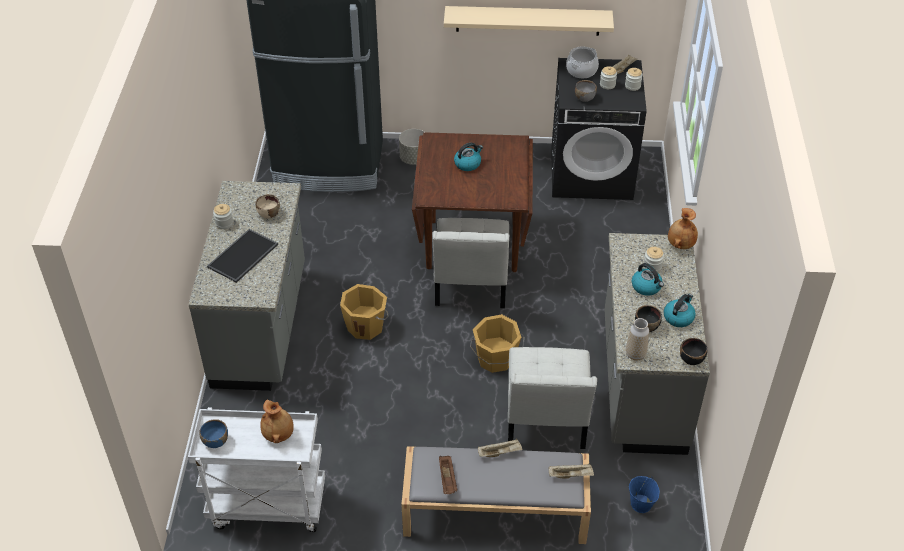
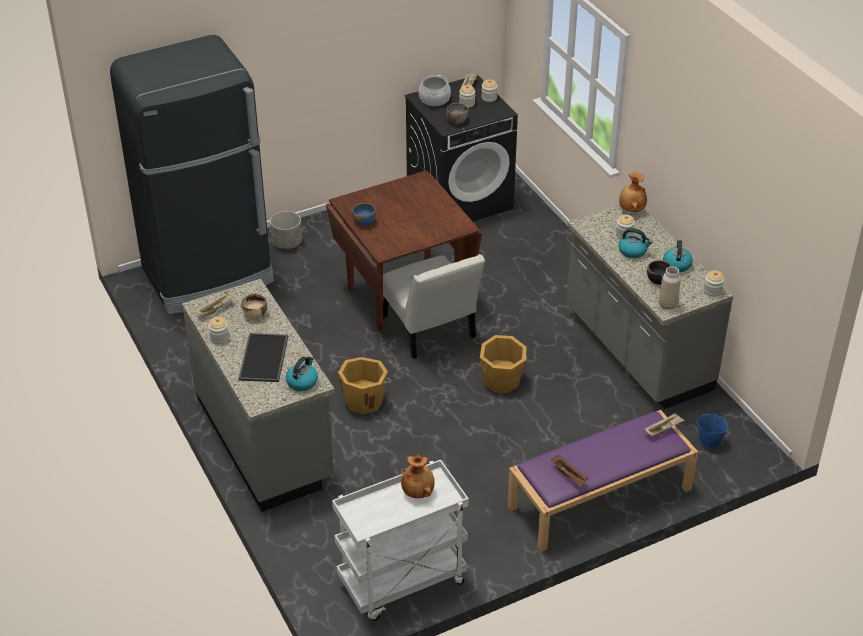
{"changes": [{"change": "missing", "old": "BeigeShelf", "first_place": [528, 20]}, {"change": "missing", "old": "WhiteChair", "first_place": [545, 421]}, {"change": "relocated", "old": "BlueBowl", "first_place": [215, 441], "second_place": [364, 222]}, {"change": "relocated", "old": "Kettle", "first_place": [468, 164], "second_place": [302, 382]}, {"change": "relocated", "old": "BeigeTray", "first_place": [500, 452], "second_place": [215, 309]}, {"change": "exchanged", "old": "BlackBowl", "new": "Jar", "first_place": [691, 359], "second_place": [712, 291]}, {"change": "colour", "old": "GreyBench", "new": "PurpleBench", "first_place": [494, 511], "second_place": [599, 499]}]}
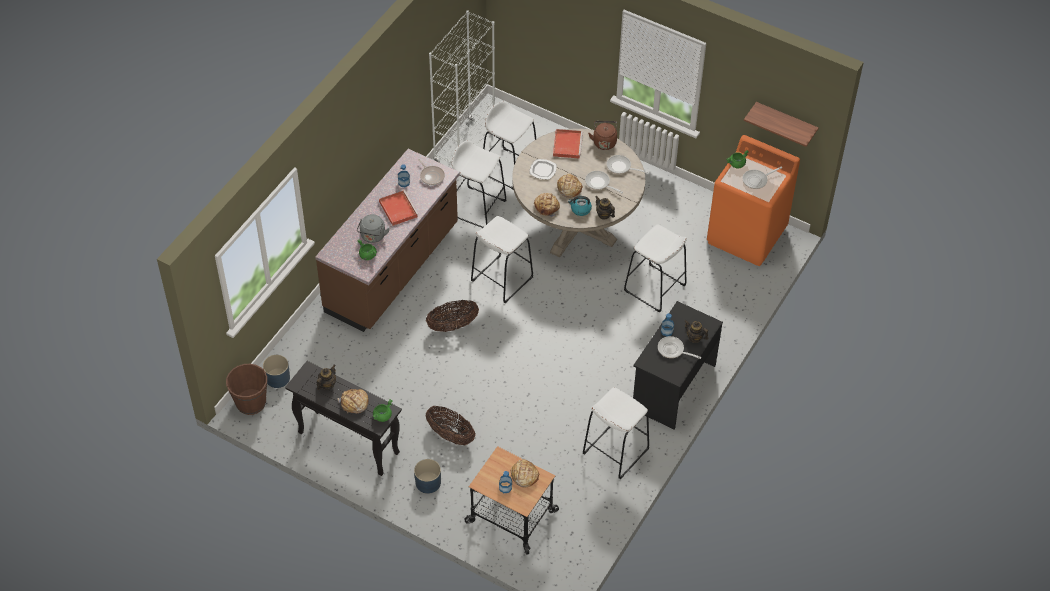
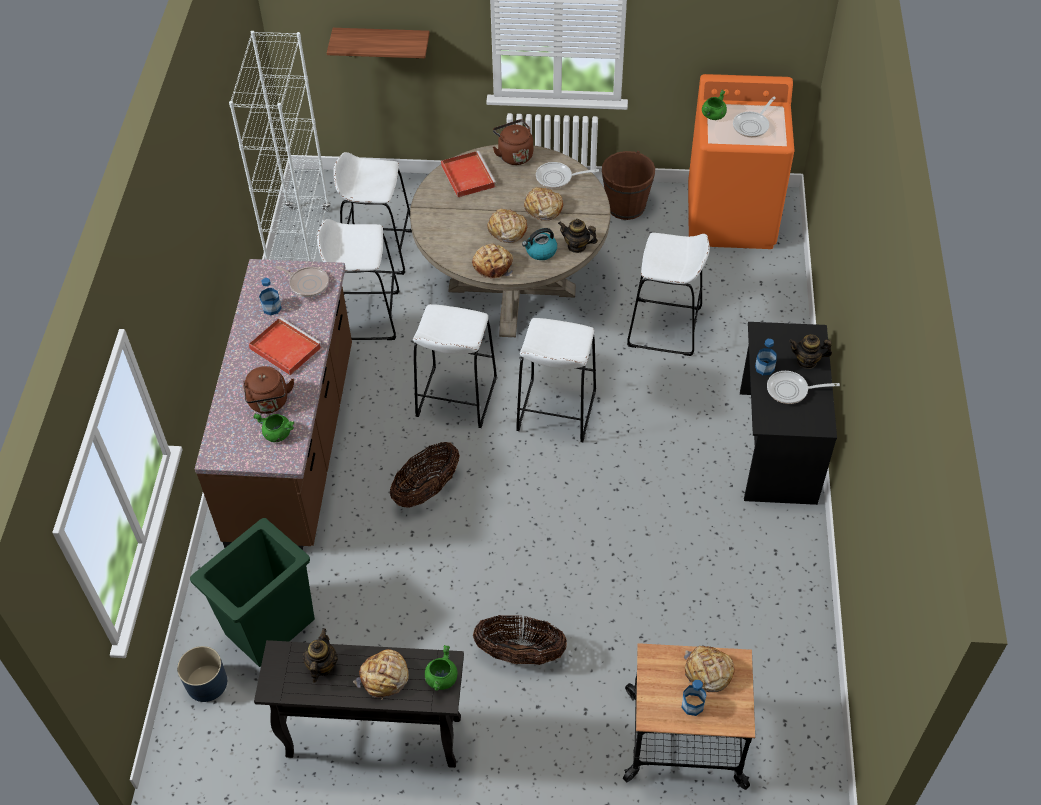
{"changes": [{"change": "missing", "old": "BluePlanter", "first_place": [428, 482]}, {"change": "missing", "old": "Plate", "first_place": [543, 170]}, {"change": "appeared", "new": "GreenTrashCan", "second_place": [268, 627]}, {"change": "relocated", "old": "BrownBucket", "first_place": [251, 402], "second_place": [626, 206]}, {"change": "relocated", "old": "WhiteStool", "first_place": [615, 451], "second_place": [556, 411]}, {"change": "relocated", "old": "Shelf", "first_place": [785, 122], "second_place": [382, 42]}, {"change": "exchanged", "old": "FryingPan", "new": "Bread", "first_place": [599, 183], "second_place": [543, 209]}, {"change": "colour", "old": "GreyKettle", "new": "BrownKettle", "first_place": [372, 237], "second_place": [269, 403]}]}
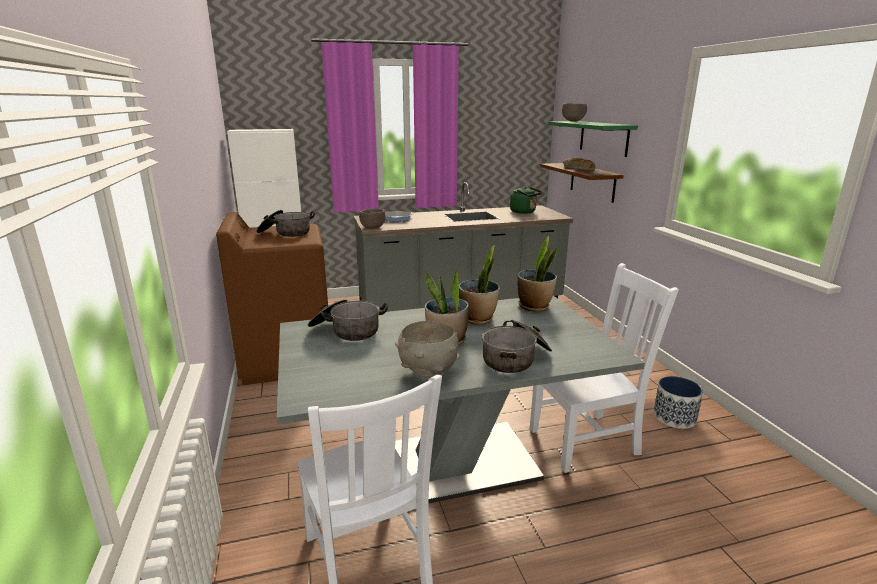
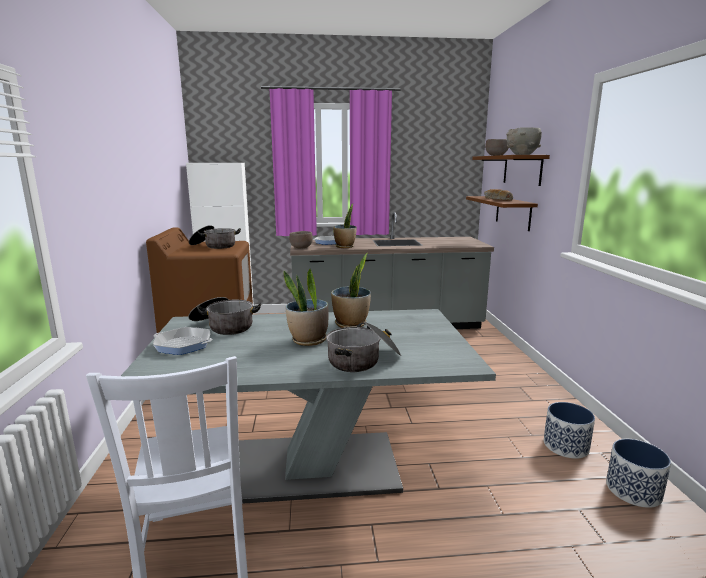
{"changes": [{"change": "missing", "old": "GreenKettle", "first_place": [524, 212]}, {"change": "missing", "old": "WhiteChair", "first_place": [587, 441]}, {"change": "appeared", "new": "FryingPan", "second_place": [183, 345]}, {"change": "appeared", "new": "Planter", "second_place": [633, 491]}, {"change": "relocated", "old": "GreyBowl", "first_place": [428, 372], "second_place": [522, 154]}, {"change": "relocated", "old": "PottedPlant", "first_place": [534, 306], "second_place": [345, 247]}, {"change": "colour", "old": "GreenShelf", "new": "BrownShelf", "first_place": [603, 138], "second_place": [522, 170]}]}
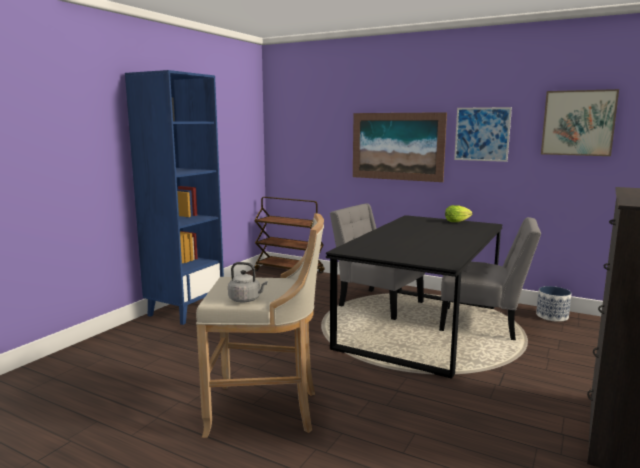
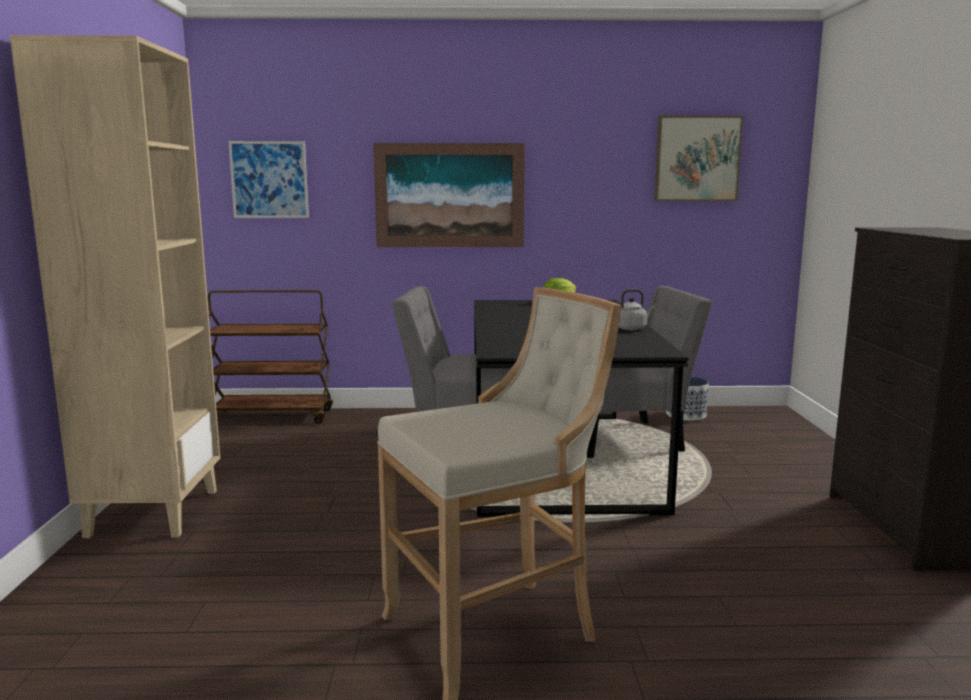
{"changes": [{"change": "relocated", "old": "GreyKettle", "first_place": [246, 300], "second_place": [632, 328]}, {"change": "relocated", "old": "Picture", "first_place": [482, 134], "second_place": [269, 179]}, {"change": "colour", "old": "BlueBookcase", "new": "BeigeBookcase", "first_place": [185, 310], "second_place": [153, 512]}]}
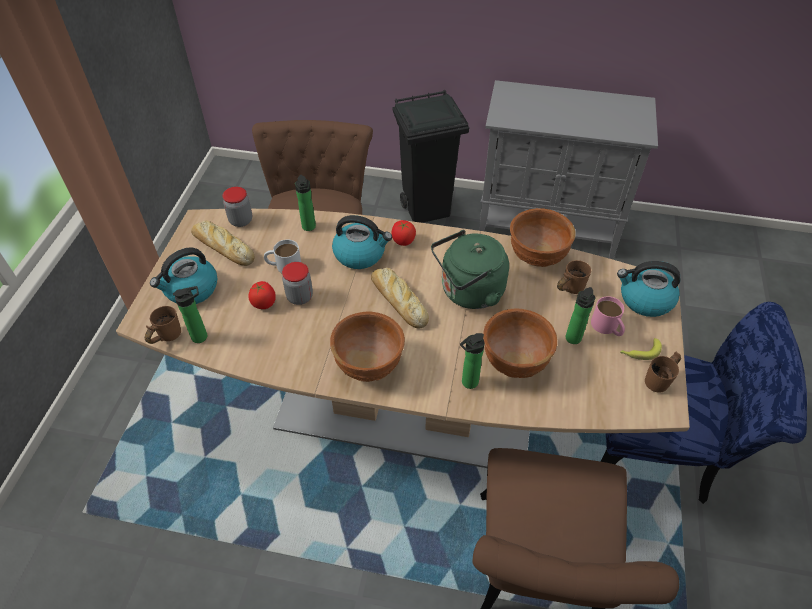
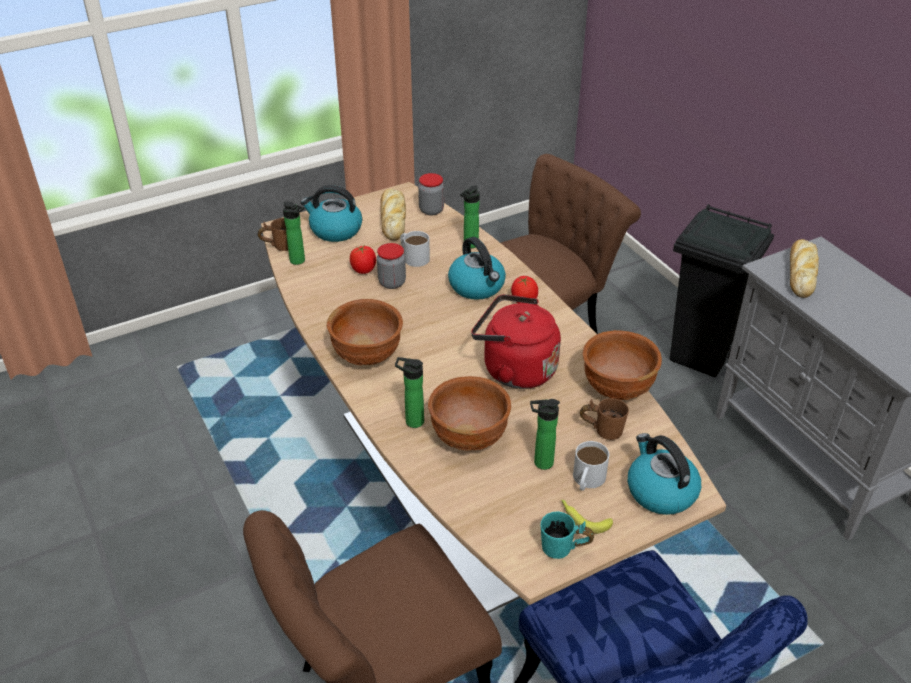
{"changes": [{"change": "relocated", "old": "Bread", "first_place": [398, 300], "second_place": [801, 272]}, {"change": "colour", "old": "GreenKettle", "new": "RedKettle", "first_place": [468, 292], "second_place": [514, 369]}, {"change": "colour", "old": "PinkMug", "new": "WhiteMug", "first_place": [607, 327], "second_place": [587, 480]}, {"change": "colour", "old": "BrownMug", "new": "TurquoiseMug", "first_place": [661, 382], "second_place": [563, 552]}]}
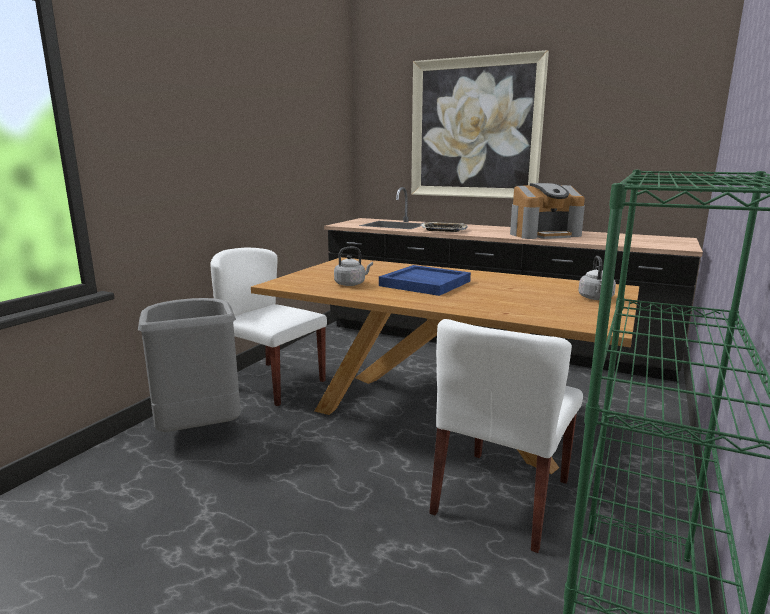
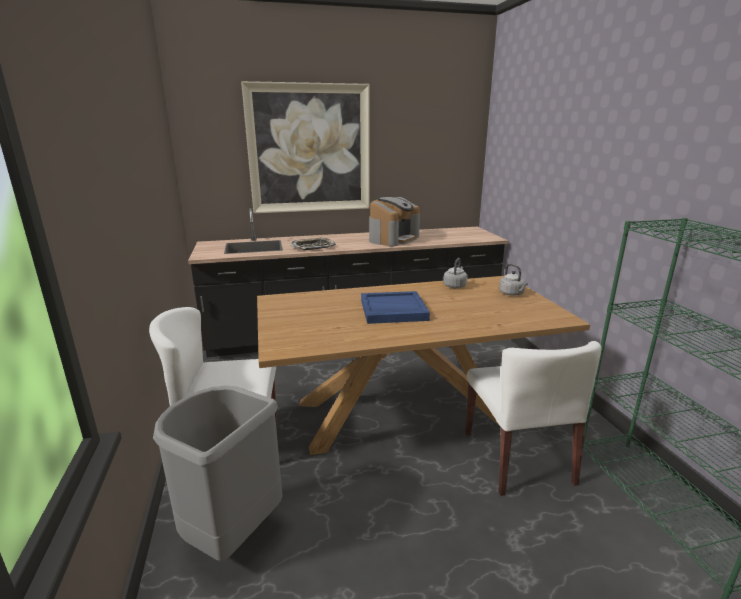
{"changes": [{"change": "relocated", "old": "GreyKettle", "first_place": [351, 284], "second_place": [455, 286]}]}
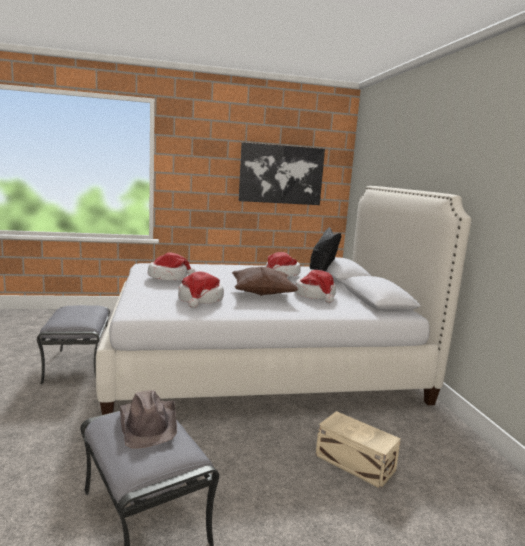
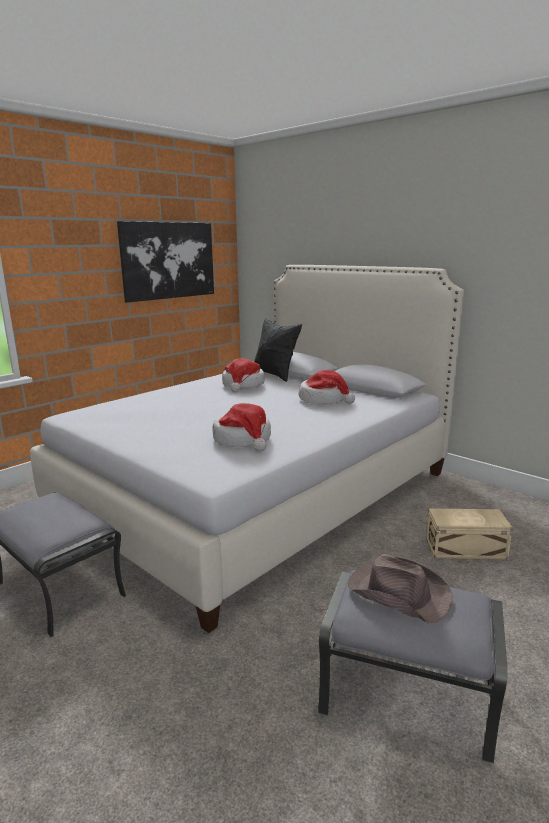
{"changes": [{"change": "missing", "old": "Hat", "first_place": [169, 277]}, {"change": "missing", "old": "BrownPillow", "first_place": [262, 294]}]}
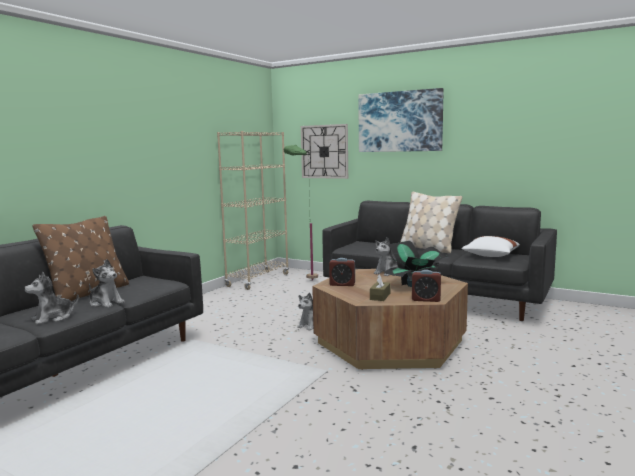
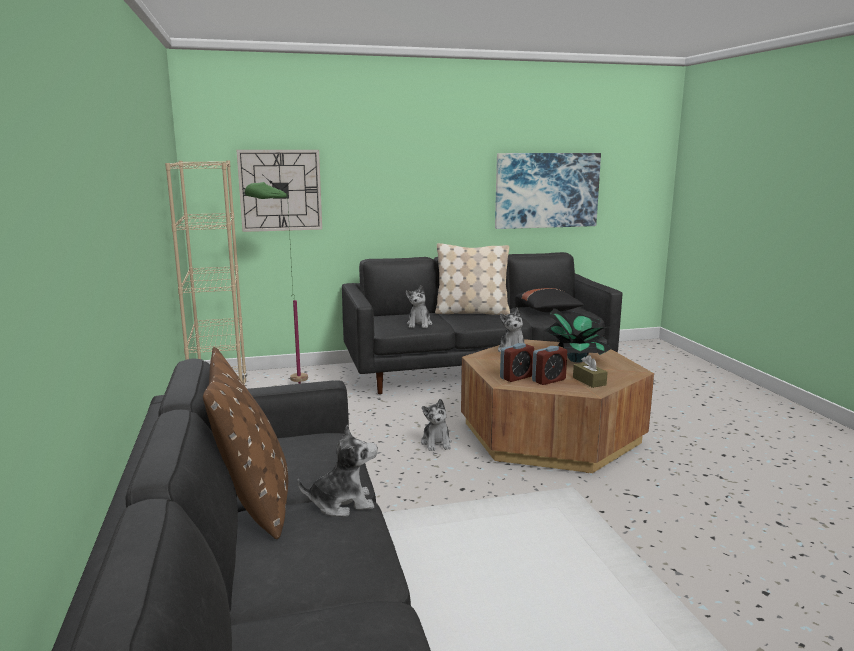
{"changes": [{"change": "relocated", "old": "PlushToy", "first_place": [53, 318], "second_place": [419, 324]}, {"change": "relocated", "old": "Picture", "first_place": [399, 121], "second_place": [547, 190]}, {"change": "relocated", "old": "AlarmClock", "first_place": [426, 299], "second_place": [548, 380]}, {"change": "colour", "old": "WhitePillow", "new": "BlackPillow", "first_place": [490, 256], "second_place": [548, 311]}]}
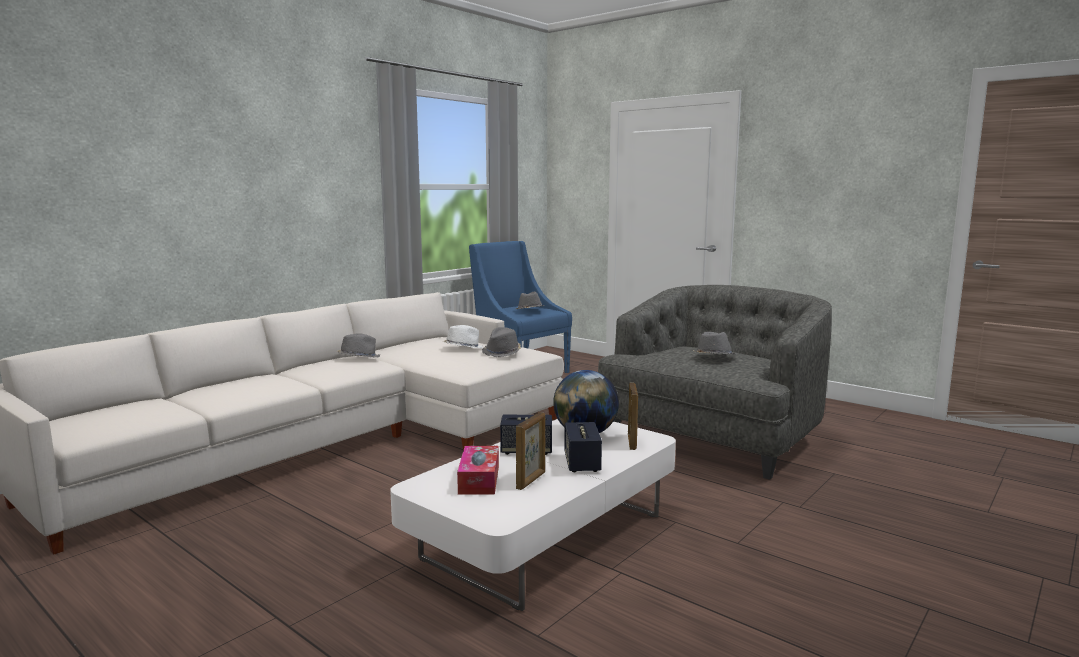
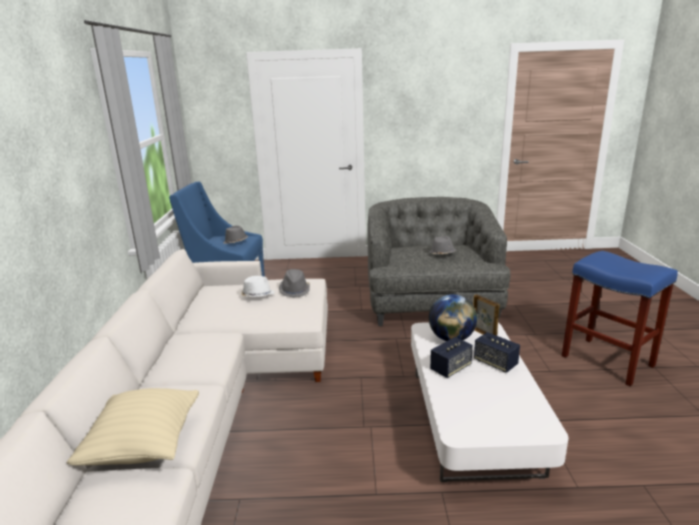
{"changes": [{"change": "missing", "old": "GreyHat", "first_place": [358, 358]}, {"change": "missing", "old": "TissueBox", "first_place": [479, 479]}, {"change": "missing", "old": "PictureFrame", "first_place": [531, 480]}, {"change": "appeared", "new": "BeigePillow", "second_place": [144, 446]}, {"change": "appeared", "new": "BlueStool", "second_place": [608, 361]}]}
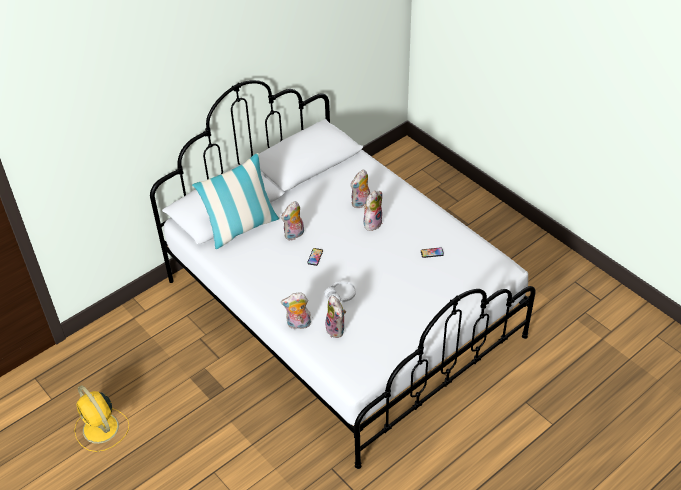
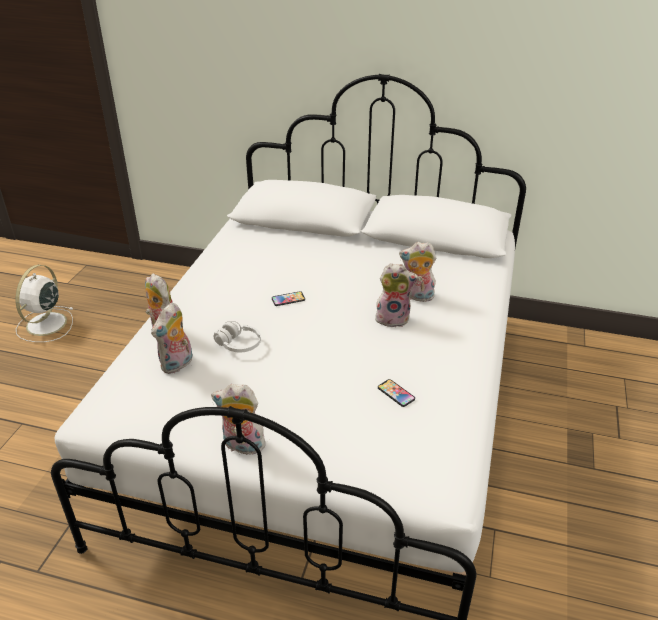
{"changes": [{"change": "missing", "old": "Pillow", "first_place": [241, 228]}, {"change": "relocated", "old": "PlushToy", "first_place": [294, 235], "second_place": [242, 446]}, {"change": "colour", "old": "YellowFan", "new": "WhiteFan", "first_place": [101, 429], "second_place": [45, 325]}]}
